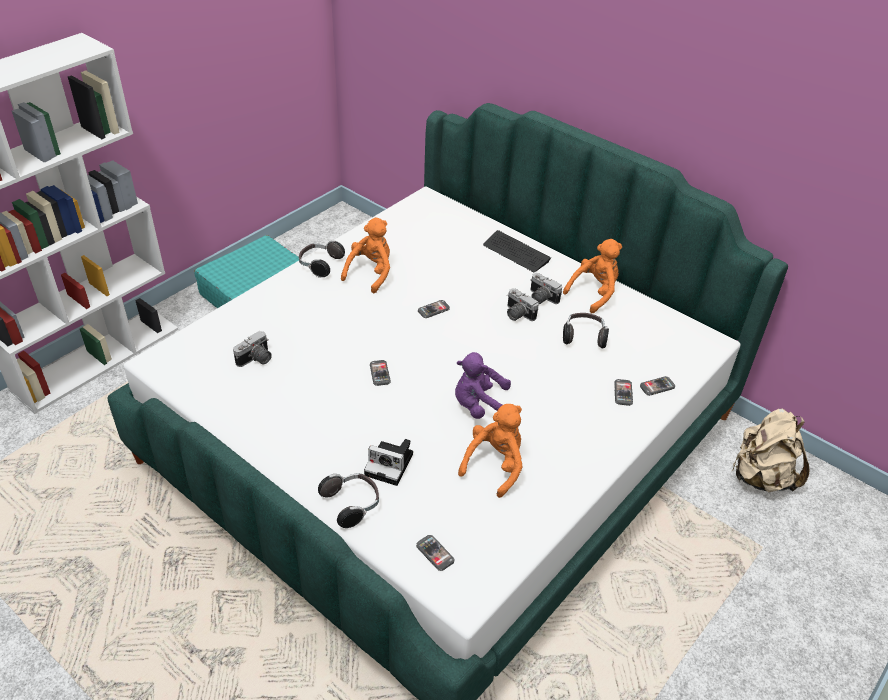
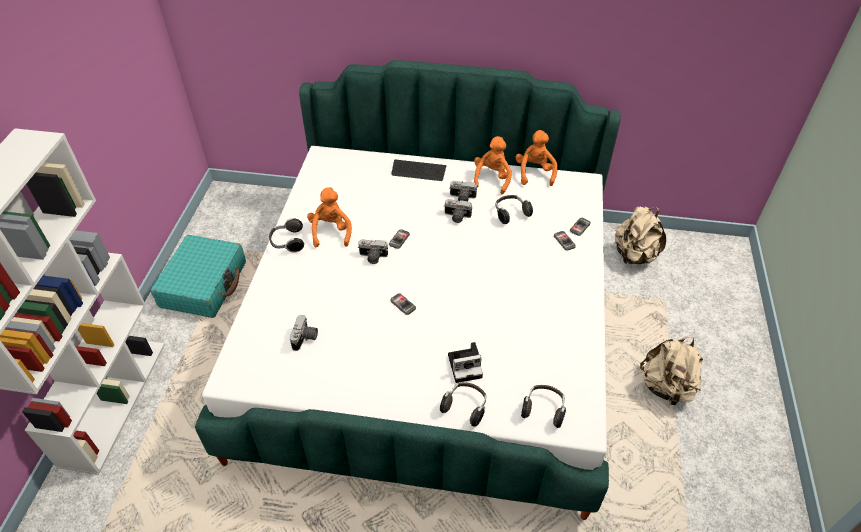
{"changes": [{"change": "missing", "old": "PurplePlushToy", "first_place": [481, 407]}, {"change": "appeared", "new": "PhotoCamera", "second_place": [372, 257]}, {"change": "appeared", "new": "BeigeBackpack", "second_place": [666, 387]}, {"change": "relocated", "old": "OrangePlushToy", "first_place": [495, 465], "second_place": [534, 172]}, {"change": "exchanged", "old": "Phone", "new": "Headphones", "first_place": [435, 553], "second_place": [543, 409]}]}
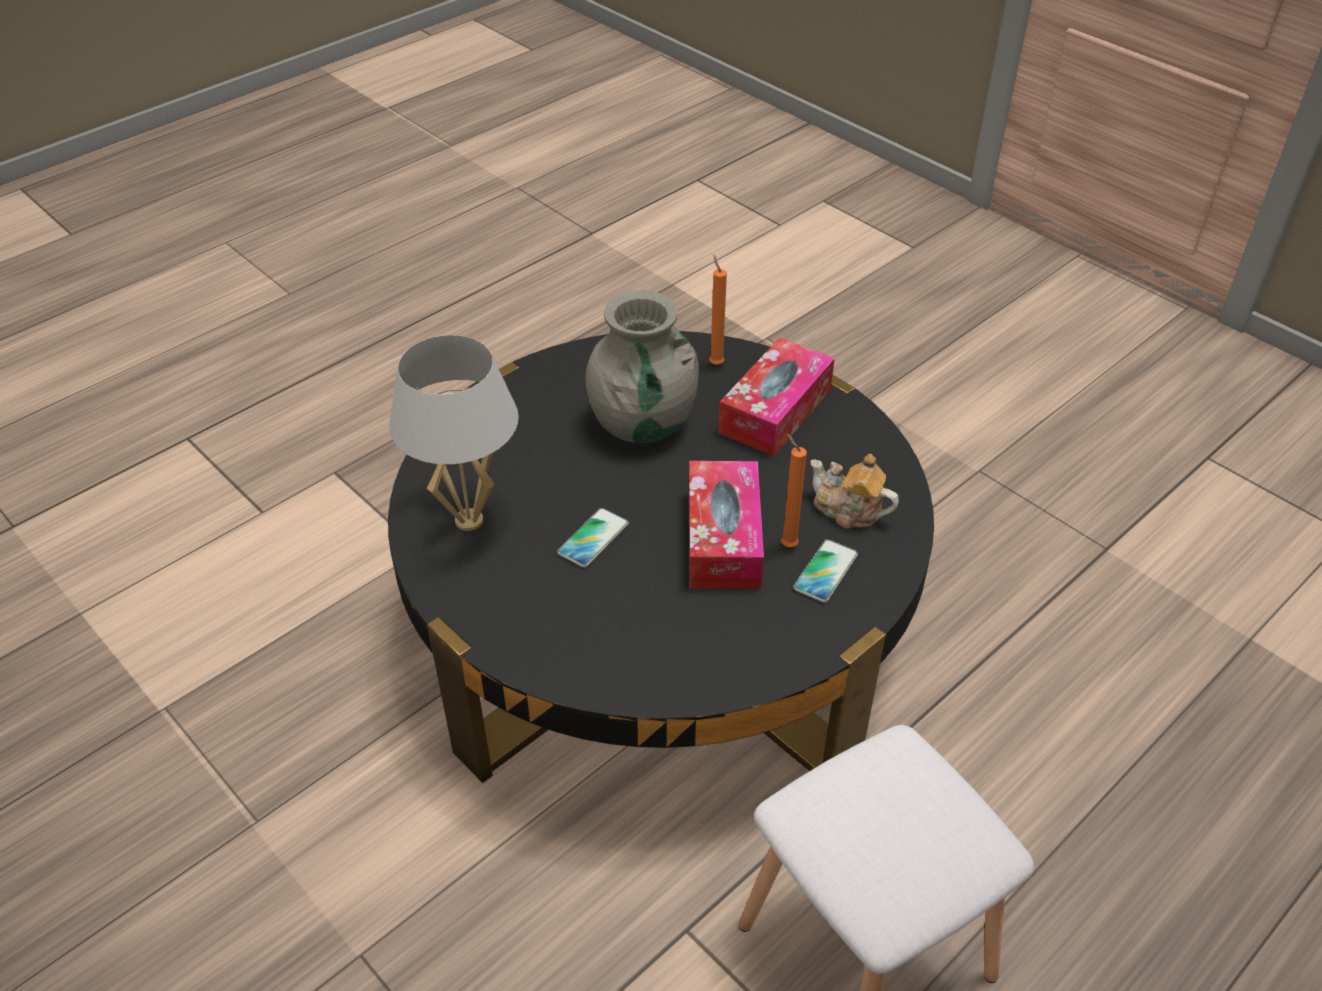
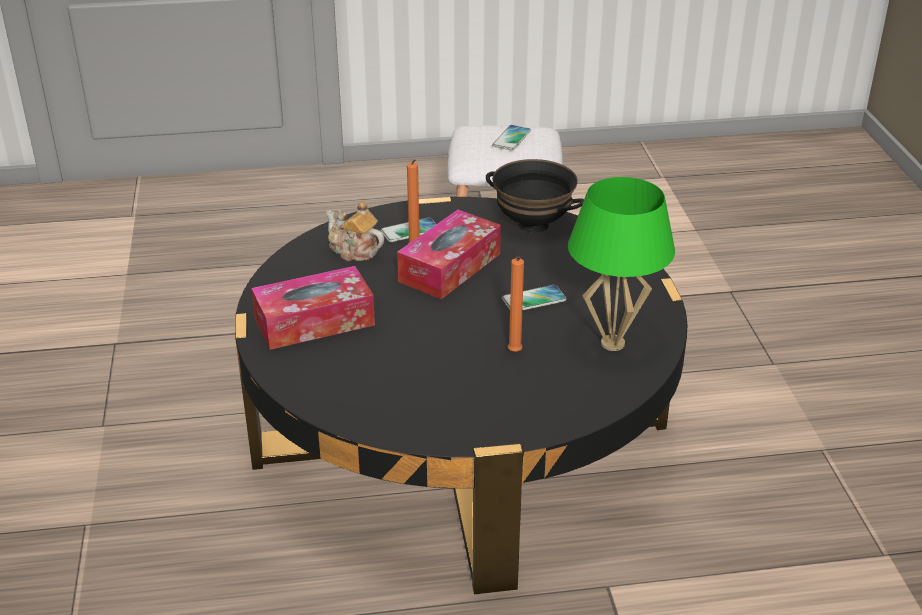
{"changes": [{"change": "missing", "old": "GreyVase", "first_place": [642, 423]}, {"change": "appeared", "new": "BlackBowl", "second_place": [532, 225]}, {"change": "appeared", "new": "Phone", "second_place": [511, 138]}, {"change": "relocated", "old": "OrangeCandle", "first_place": [715, 363], "second_place": [514, 353]}, {"change": "colour", "old": "WhiteTableLamp", "new": "GreenTableLamp", "first_place": [468, 520], "second_place": [612, 344]}, {"change": "spun", "old": "Teapot", "first_place": [848, 510], "second_place": [354, 251], "degrees": 150}]}
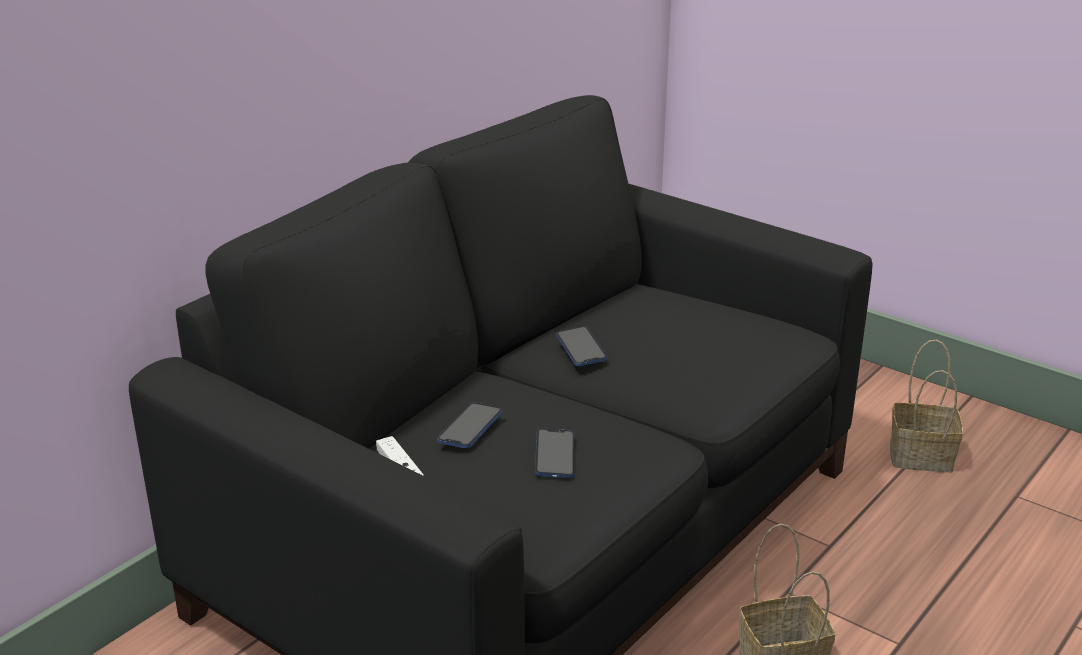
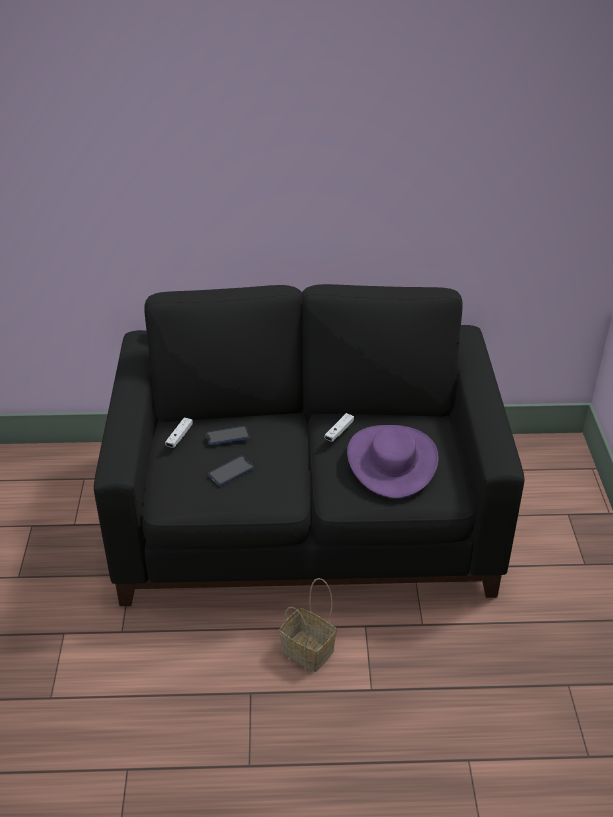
{"changes": [{"change": "missing", "old": "Basket", "first_place": [923, 456]}, {"change": "appeared", "new": "PurpleHat", "second_place": [392, 461]}, {"change": "exchanged", "old": "Phone", "new": "WhiteGameController", "first_place": [581, 348], "second_place": [339, 431]}]}
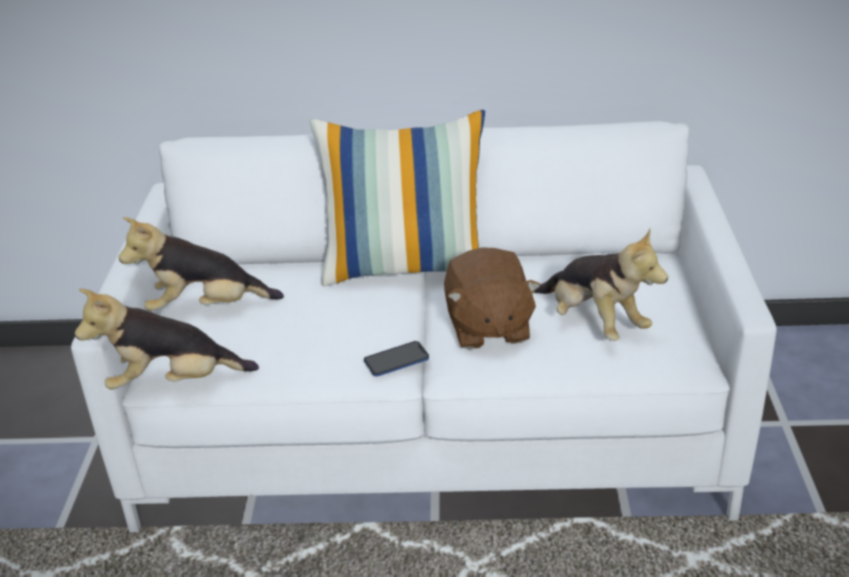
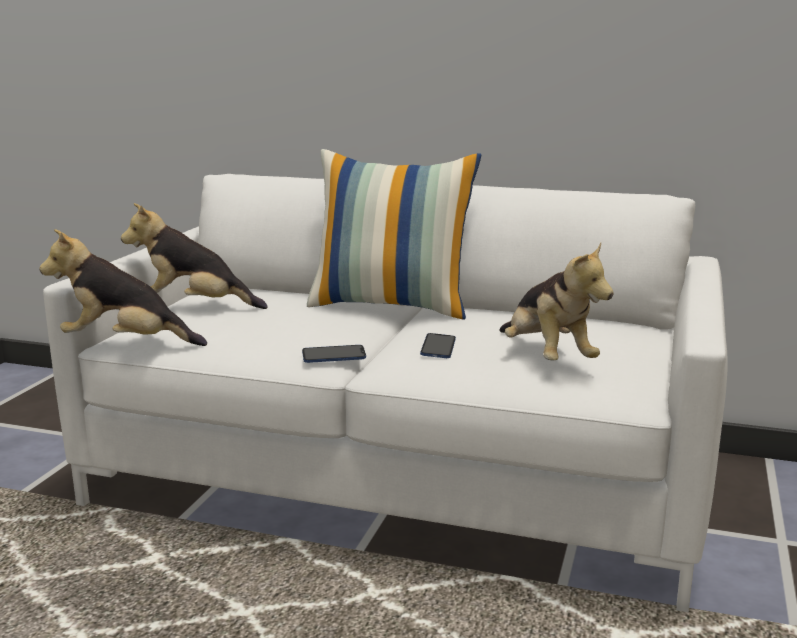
{"changes": [{"change": "exchanged", "old": "BrownPlushToy", "new": "Phone", "first_place": [488, 327], "second_place": [438, 347]}]}
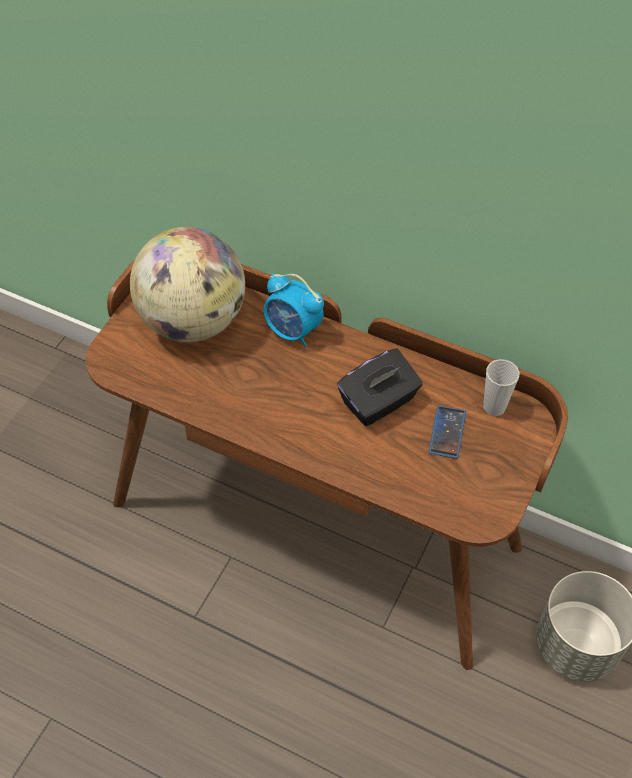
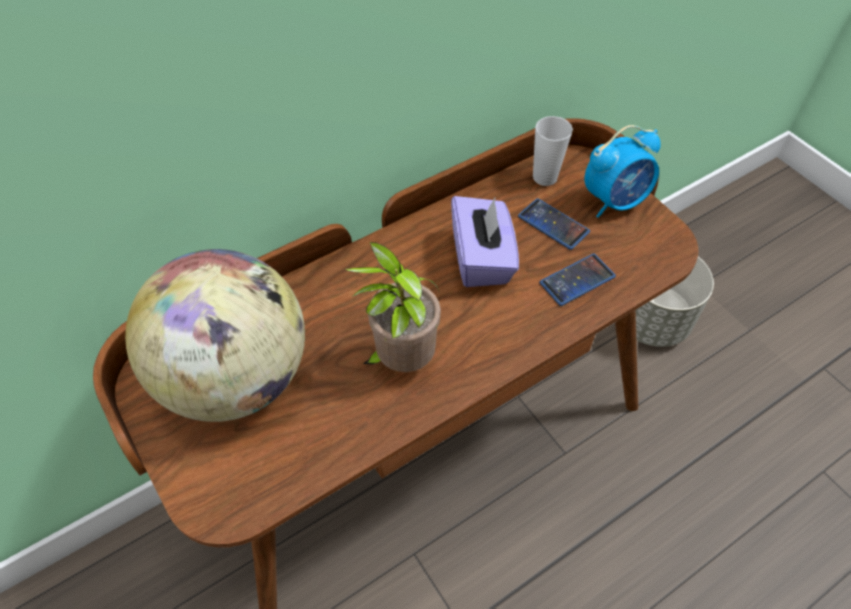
{"changes": [{"change": "appeared", "new": "PottedPlant", "second_place": [401, 360]}, {"change": "appeared", "new": "Phone", "second_place": [577, 280]}, {"change": "relocated", "old": "AlarmClock", "first_place": [293, 331], "second_place": [615, 201]}, {"change": "colour", "old": "BlackTissueBox", "new": "PurpleTissueBox", "first_place": [379, 402], "second_place": [482, 259]}]}
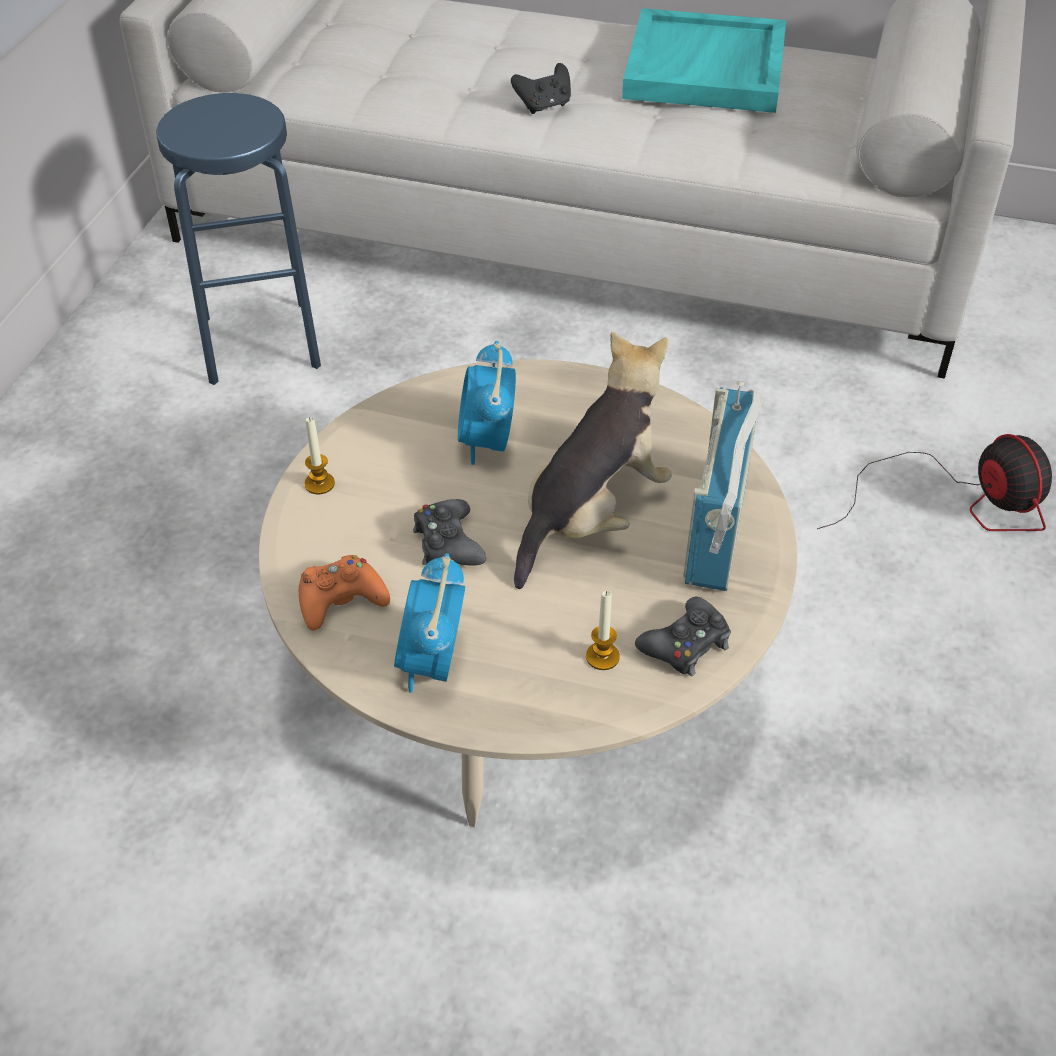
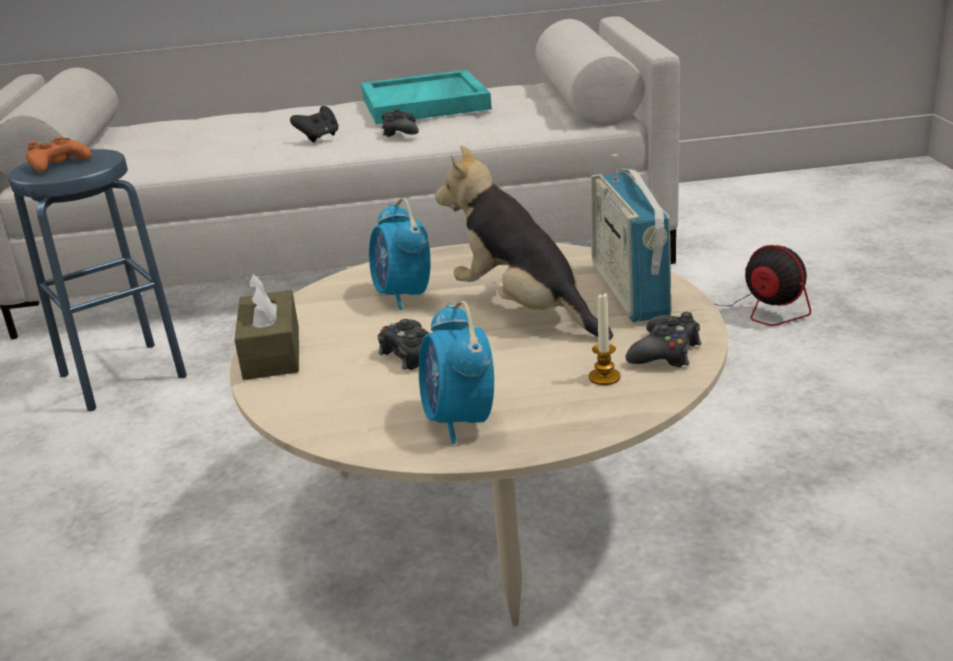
{"changes": [{"change": "appeared", "new": "BlackGameController", "second_place": [400, 131]}, {"change": "relocated", "old": "OrangeGameController", "first_place": [341, 600], "second_place": [58, 164]}, {"change": "exchanged", "old": "Candle", "new": "BrownTissueBox", "first_place": [319, 484], "second_place": [272, 353]}, {"change": "spun", "old": "PlushToy", "first_place": [592, 515], "second_place": [524, 310], "degrees": -60}]}
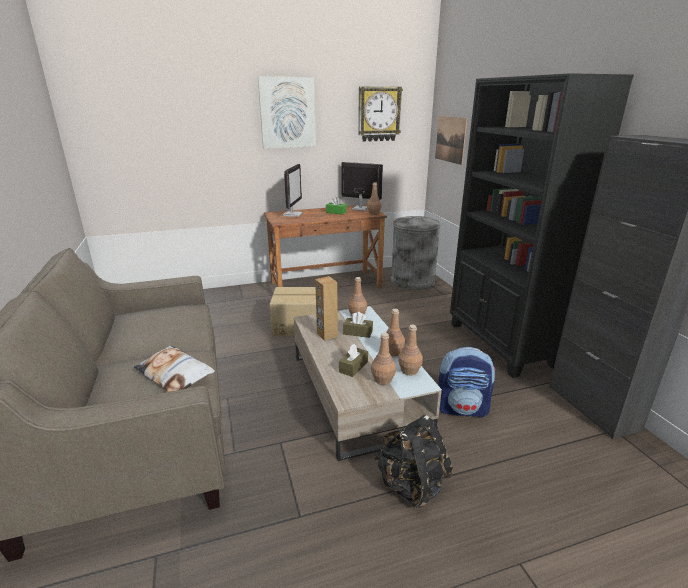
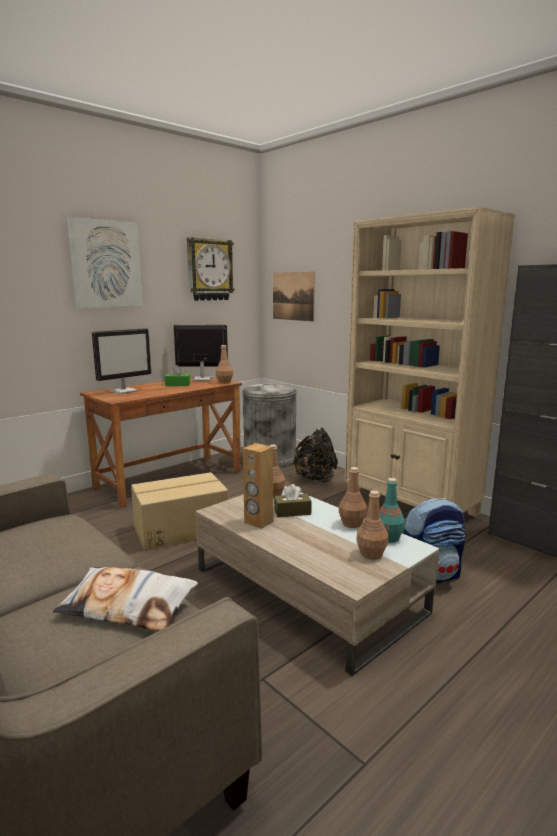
{"changes": [{"change": "missing", "old": "BrownTissueBox", "first_place": [353, 367]}, {"change": "relocated", "old": "BlackBackpack", "first_place": [411, 485], "second_place": [315, 479]}, {"change": "colour", "old": "BrownBottle", "new": "TurquoiseBottle", "first_place": [409, 370], "second_place": [389, 538]}, {"change": "colour", "old": "BlackBookcase", "new": "BeigeBookcase", "first_place": [500, 345], "second_place": [410, 505]}, {"change": "spun", "old": "Monitor", "first_place": [292, 214], "second_place": [124, 391], "degrees": 60}]}
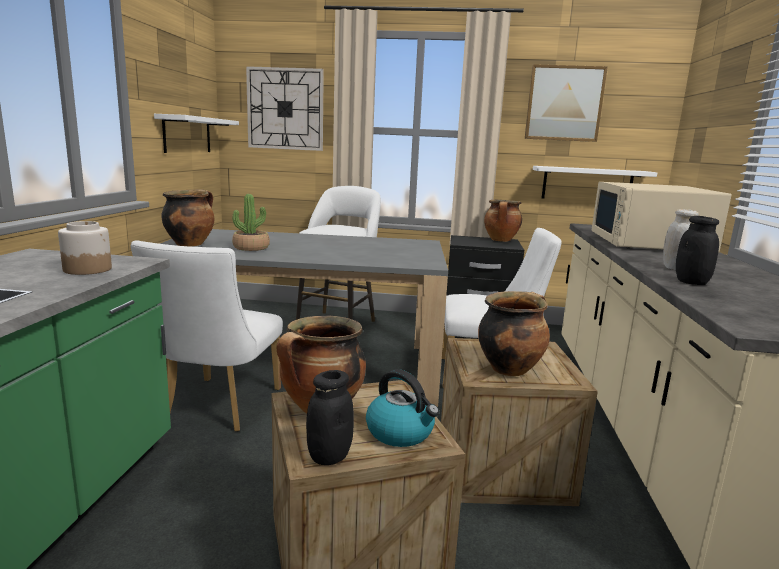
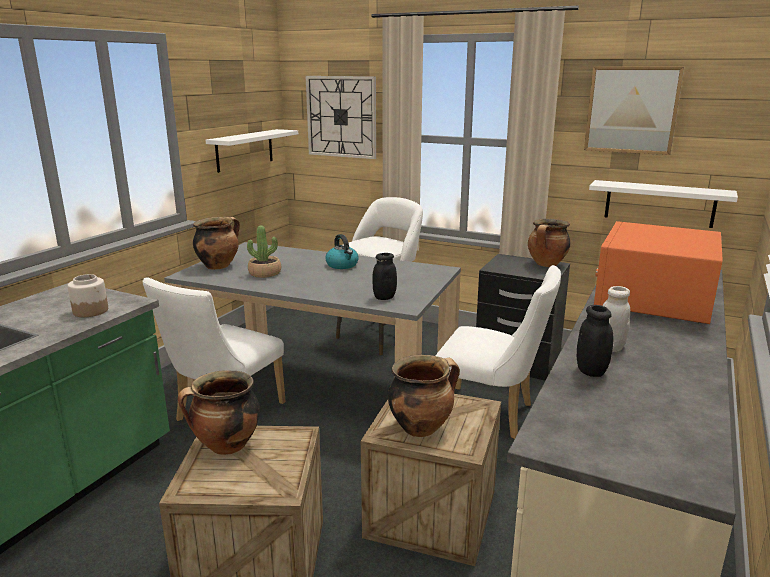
{"changes": [{"change": "relocated", "old": "BlackJar", "first_place": [329, 456], "second_place": [384, 297]}, {"change": "relocated", "old": "Kettle", "first_place": [401, 432], "second_place": [342, 265]}, {"change": "colour", "old": "BeigeMicrowave", "new": "OrangeMicrowave", "first_place": [648, 243], "second_place": [653, 299]}]}
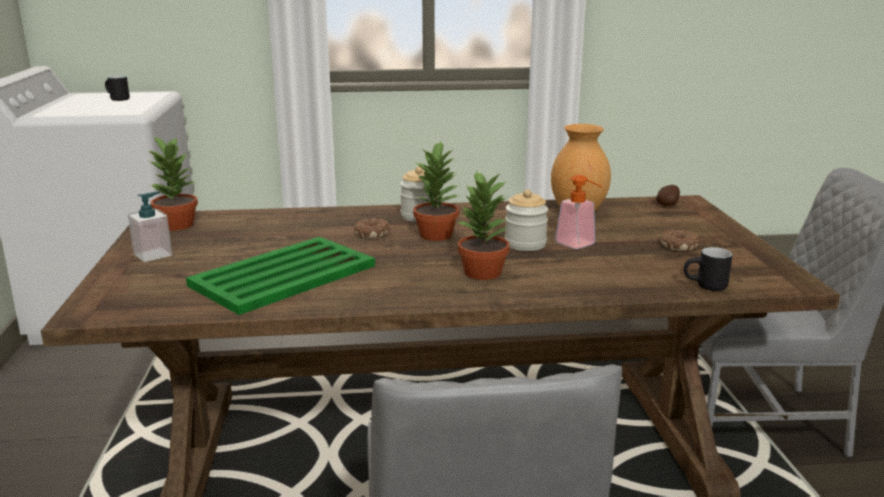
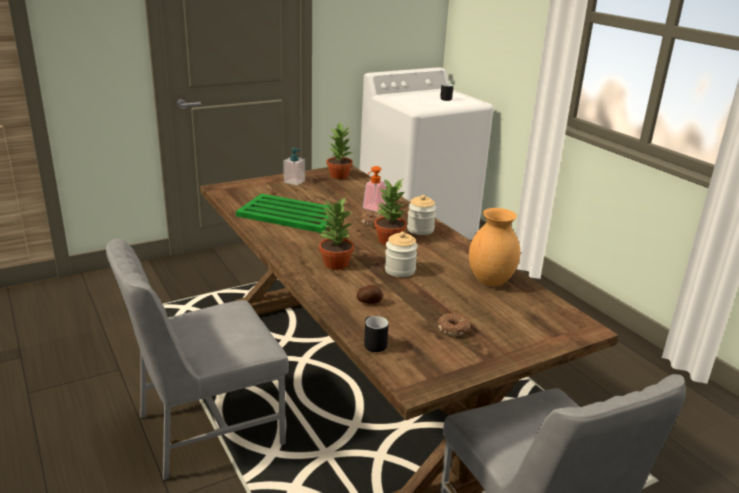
{"changes": [{"change": "relocated", "old": "SoapDispenser", "first_place": [580, 245], "second_place": [372, 209]}, {"change": "relocated", "old": "Potato", "first_place": [668, 205], "second_place": [369, 302]}]}
